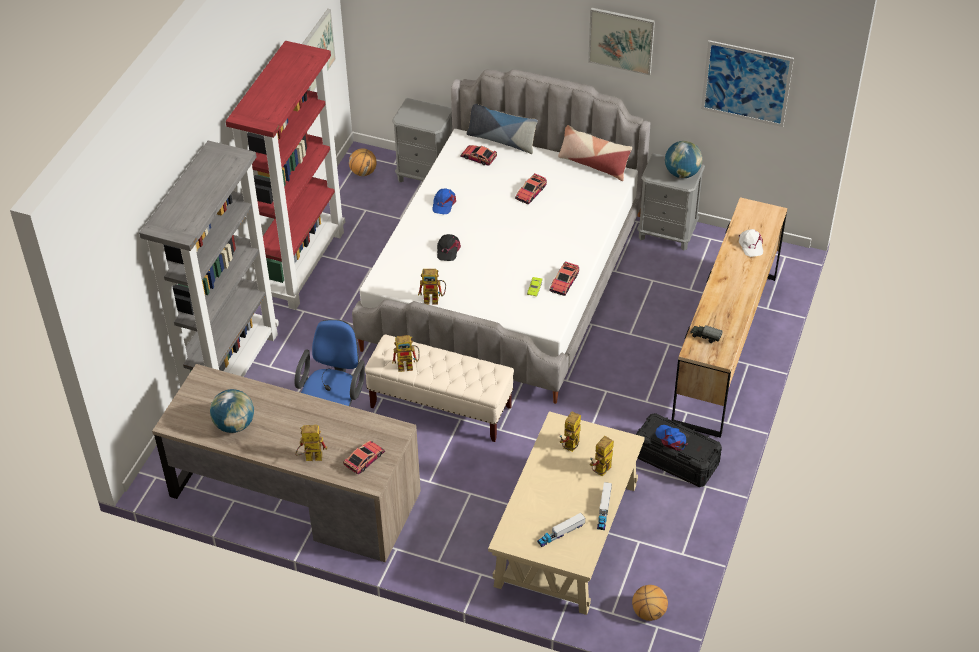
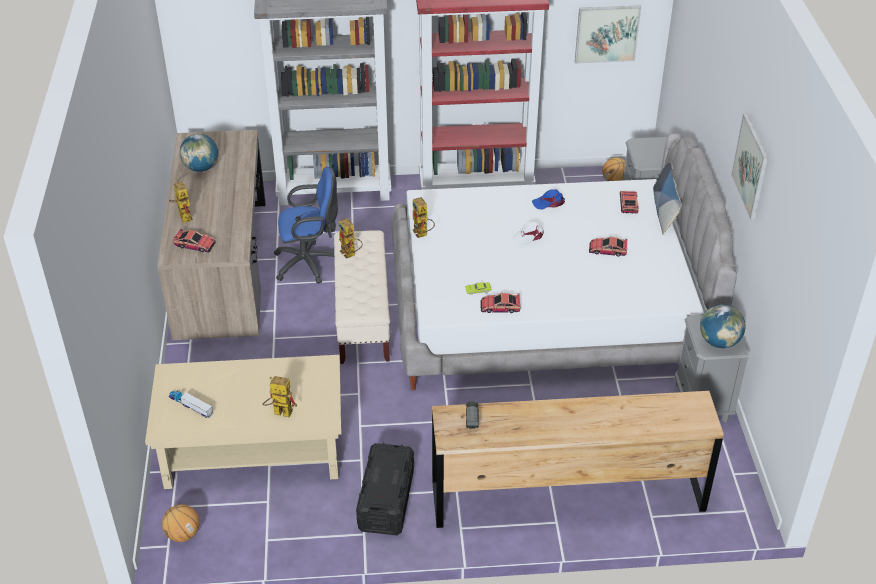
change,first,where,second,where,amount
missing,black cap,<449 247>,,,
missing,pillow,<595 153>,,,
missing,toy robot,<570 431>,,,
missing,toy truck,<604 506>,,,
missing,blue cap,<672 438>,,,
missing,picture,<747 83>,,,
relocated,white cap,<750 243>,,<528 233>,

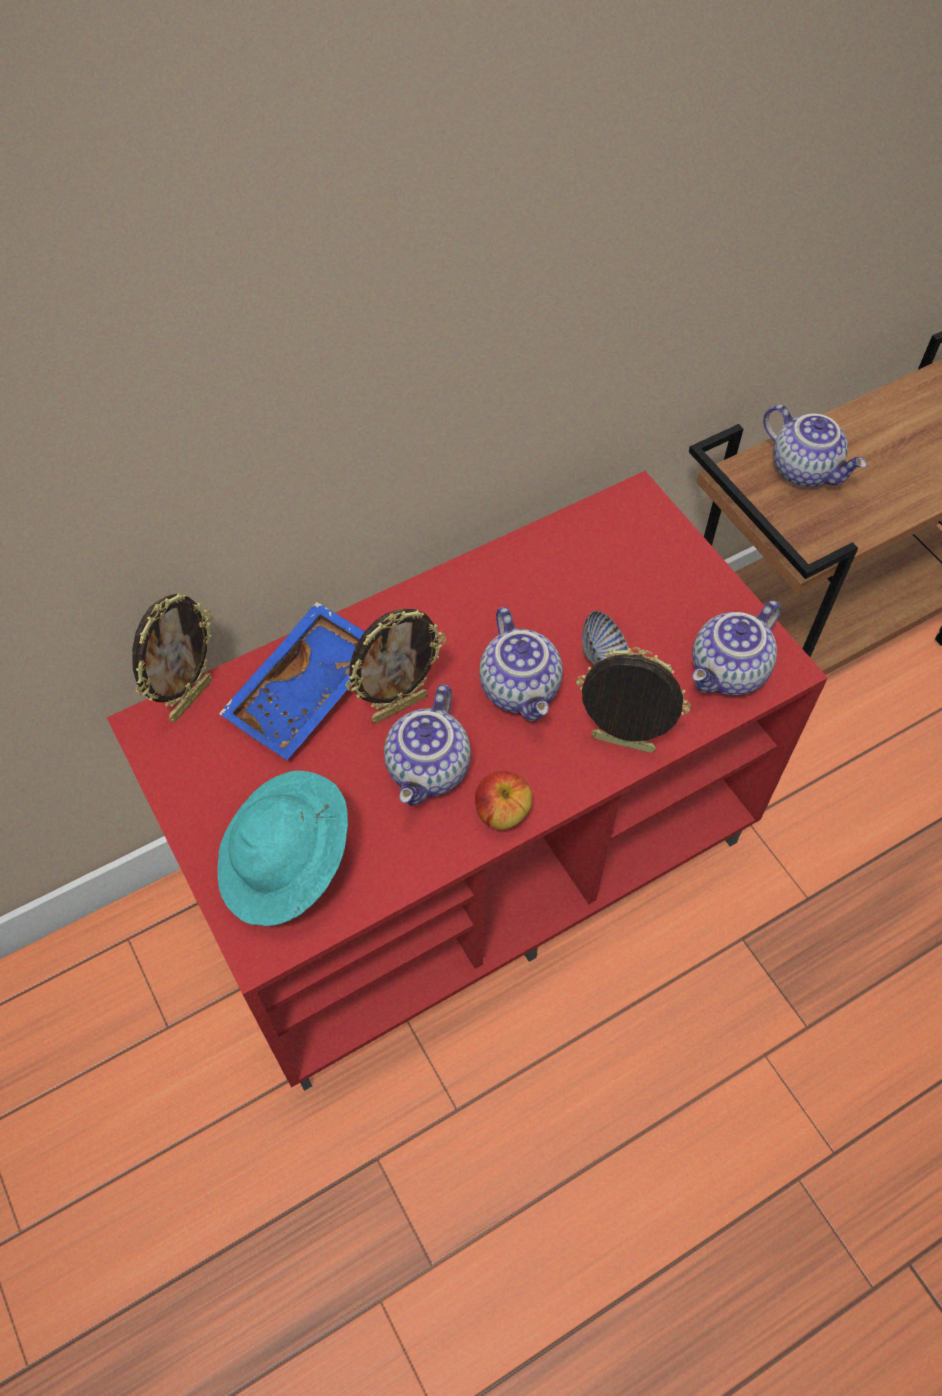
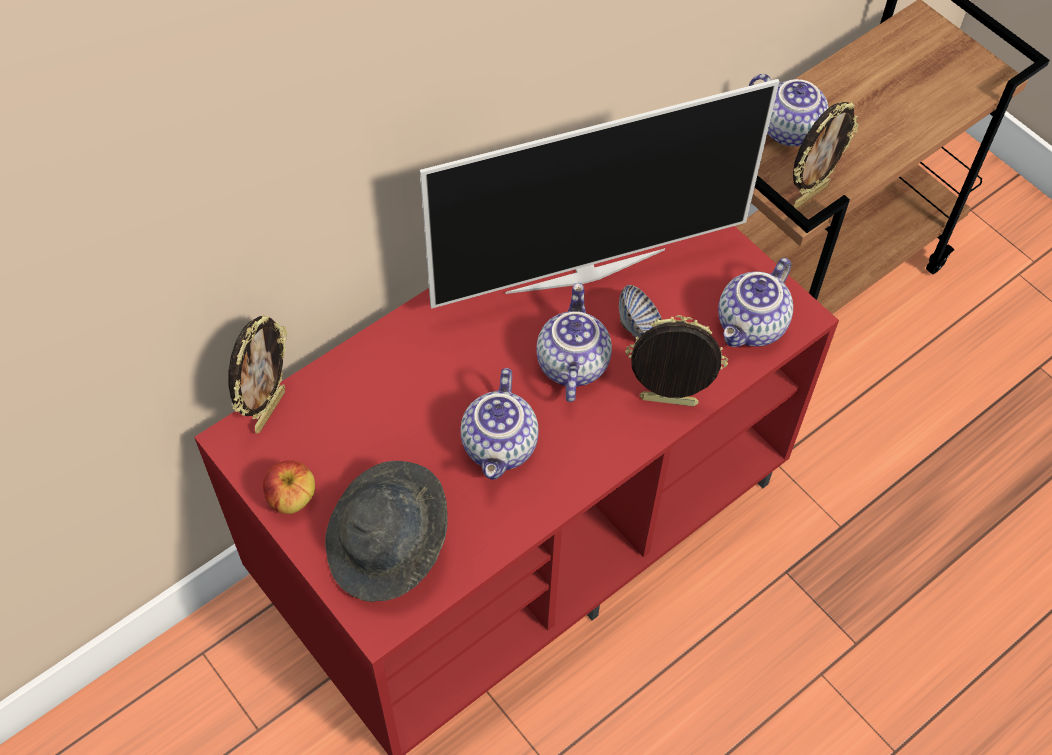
change,first,where,second,where,amount
missing,blue tray,<292 681>,,,
appeared,,,television,<600 194>,
relocated,picture frame,<396 666>,,<826 155>,
relocated,apple,<503 800>,,<289 487>,
colour,turquoise hat,<283 848>,grey hat,<386 531>,
spun,teapot,<521 664>,,<574 342>,150 degrees counterclockwise

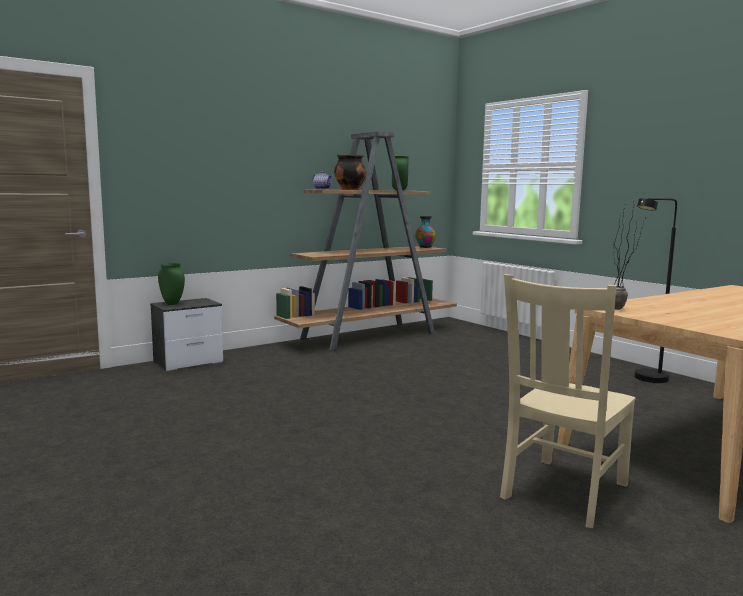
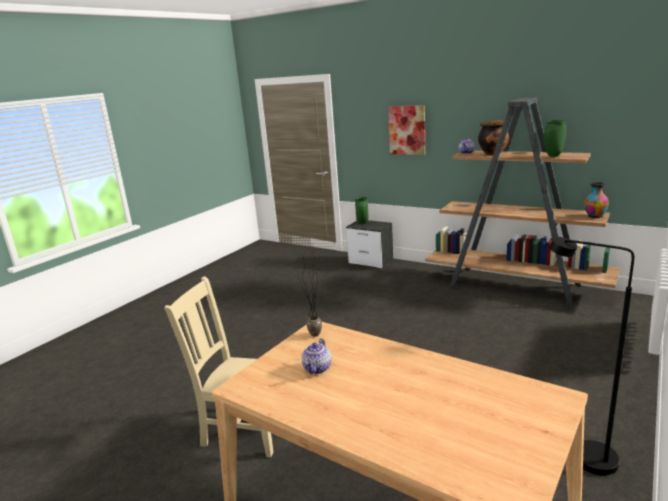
change,first,where,second,where,amount
appeared,,,teapot,<316 356>,
appeared,,,picture,<406 130>,

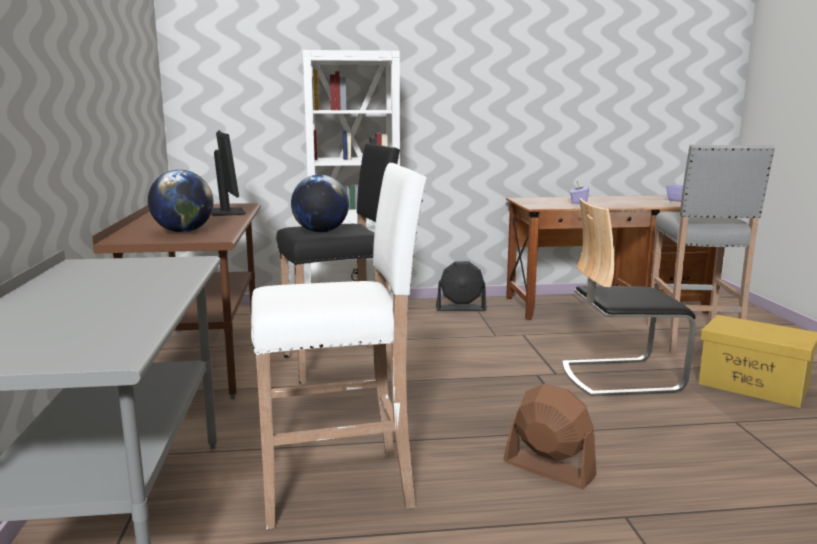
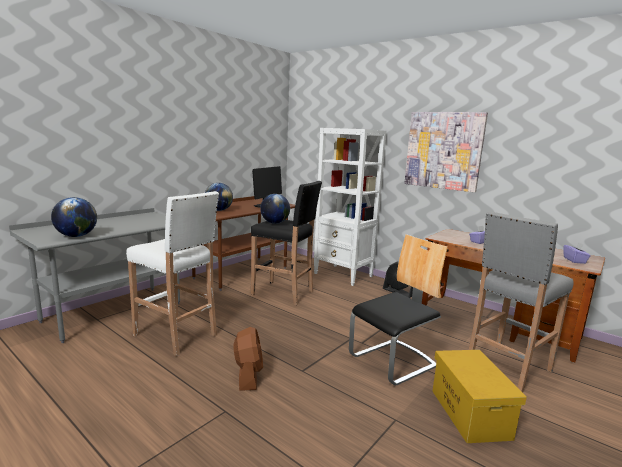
change,first,where,second,where,amount
appeared,,,globe,<74 217>,
appeared,,,picture,<446 152>,
spun,chair,<629 297>,,<398 309>,105 degrees clockwise

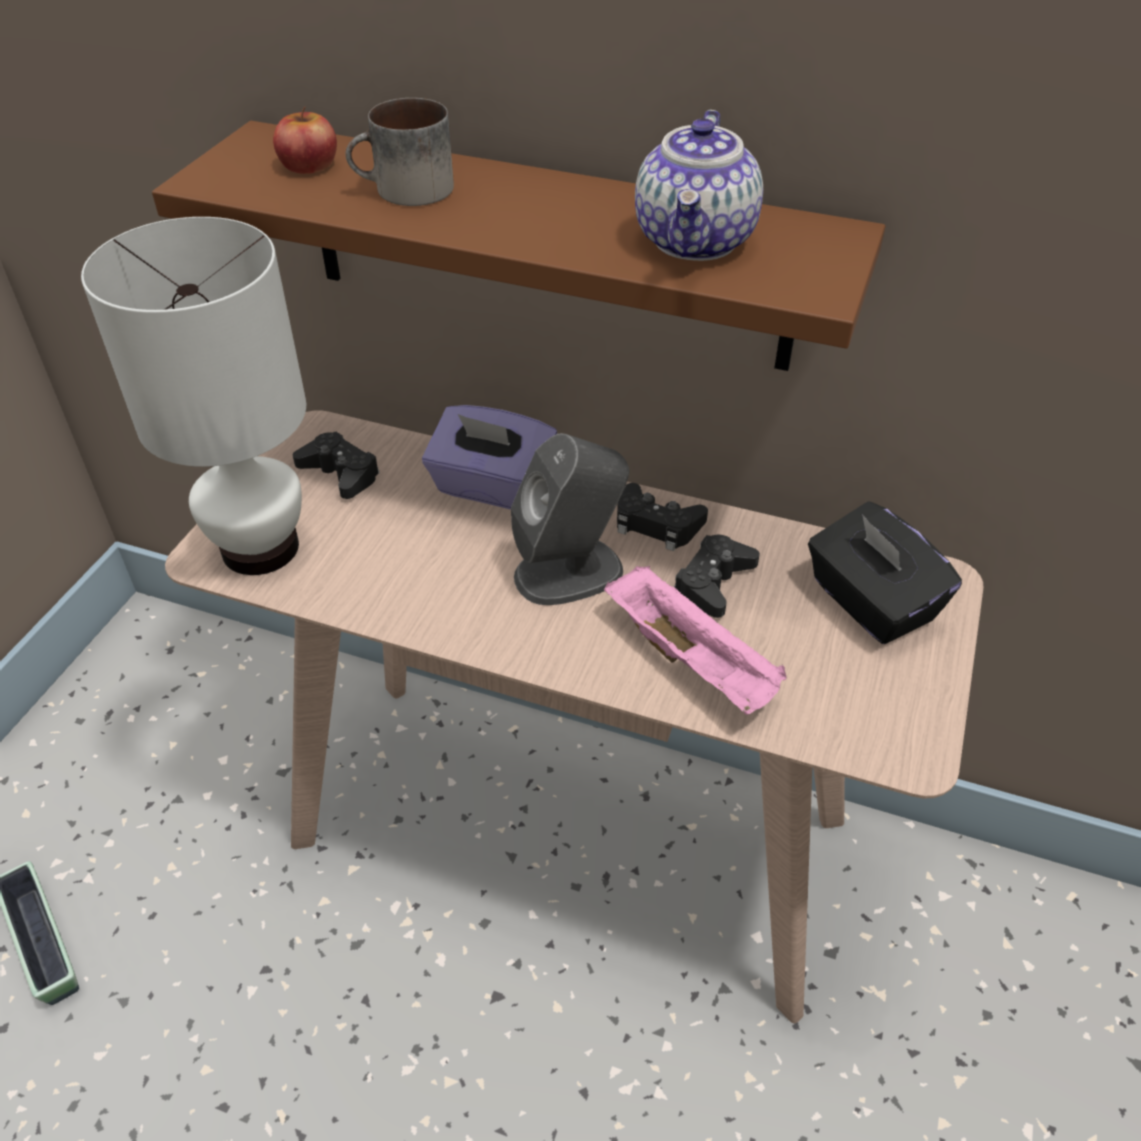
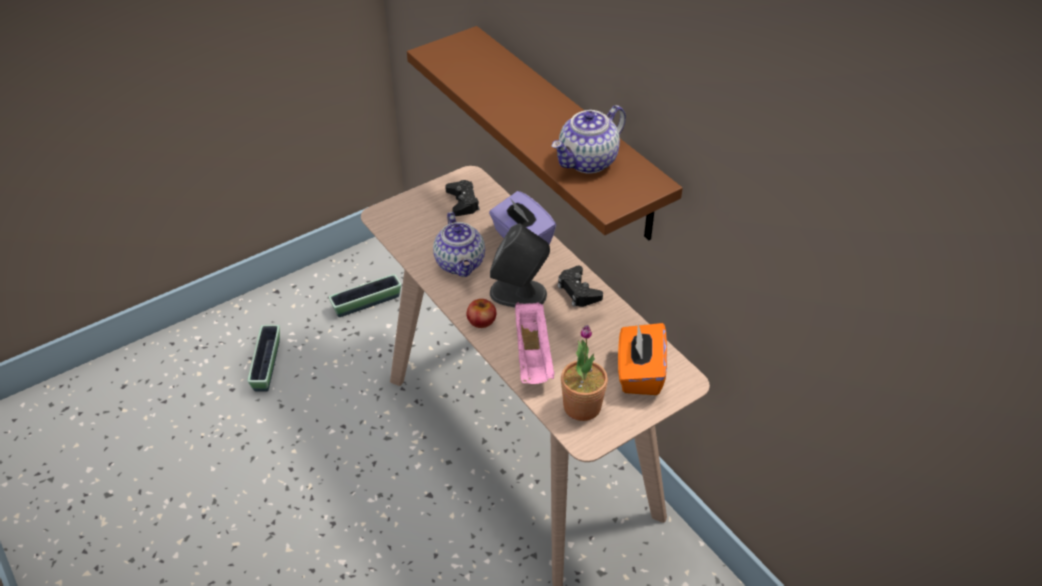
change,first,where,second,where,amount
missing,white table lamp,<193 396>,,,
missing,mug,<400 152>,,,
missing,black game controller,<717 576>,,,
appeared,,,planter,<365 295>,
appeared,,,teapot,<459 244>,
appeared,,,potted plant,<584 373>,
relocated,apple,<305 140>,,<481 313>,
colour,black tissue box,<885 572>,orange tissue box,<642 359>,

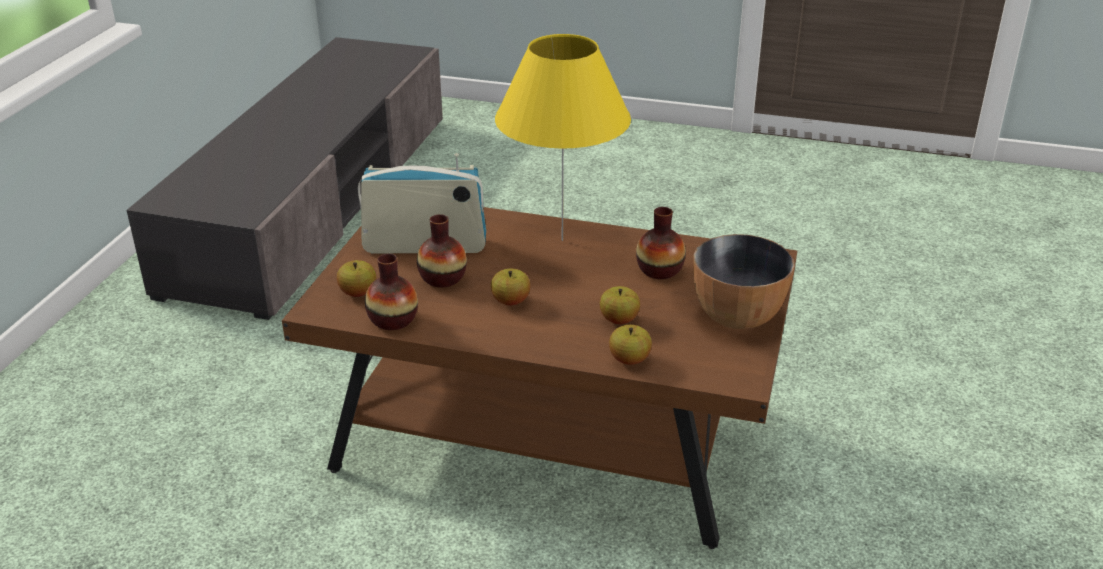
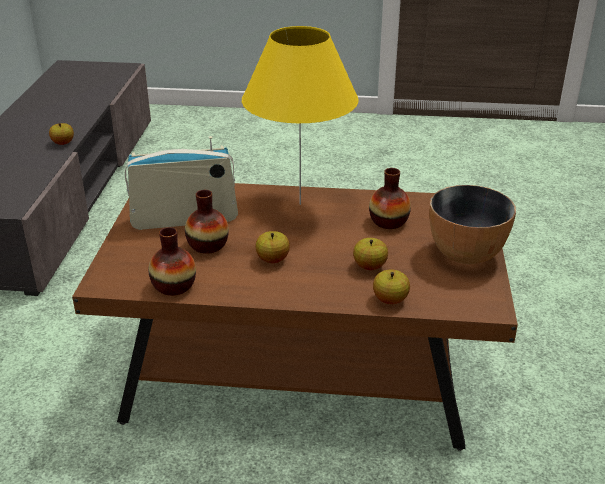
change,first,where,second,where,amount
relocated,apple,<356 278>,,<61 134>,

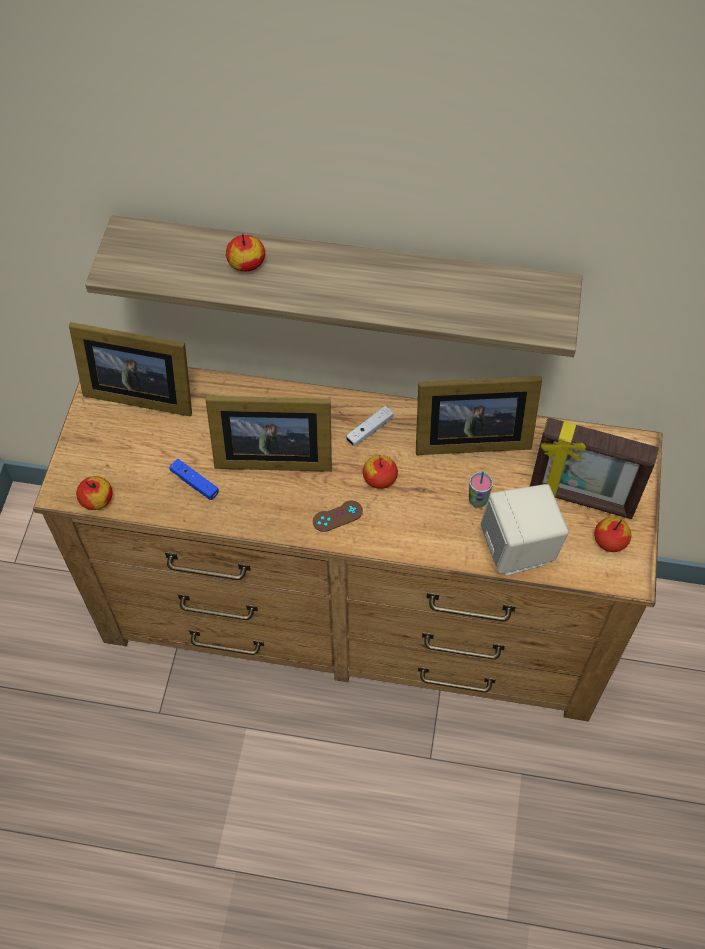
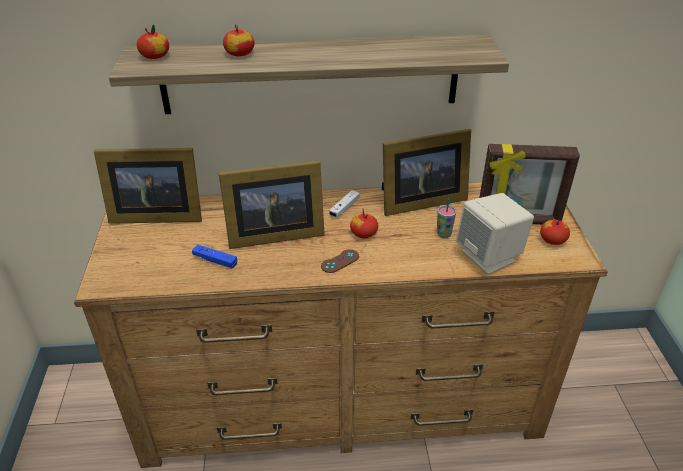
change,first,where,second,where,amount
relocated,apple,<94 493>,,<153 42>,

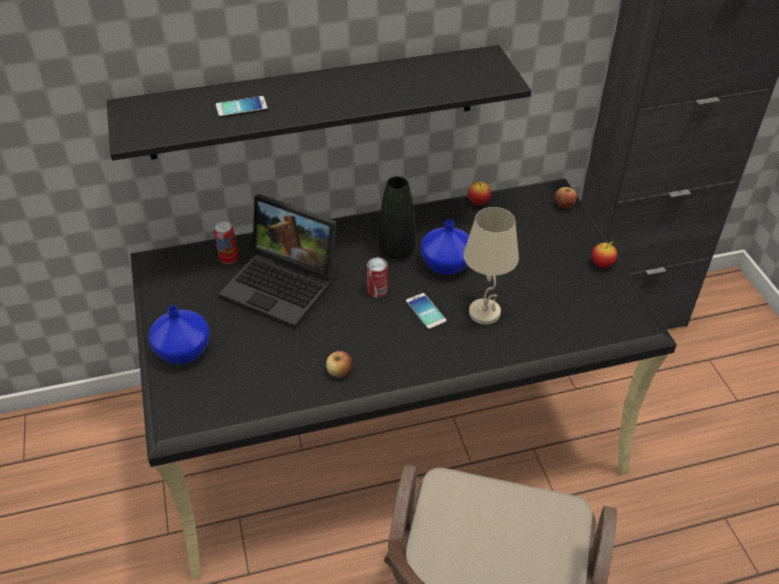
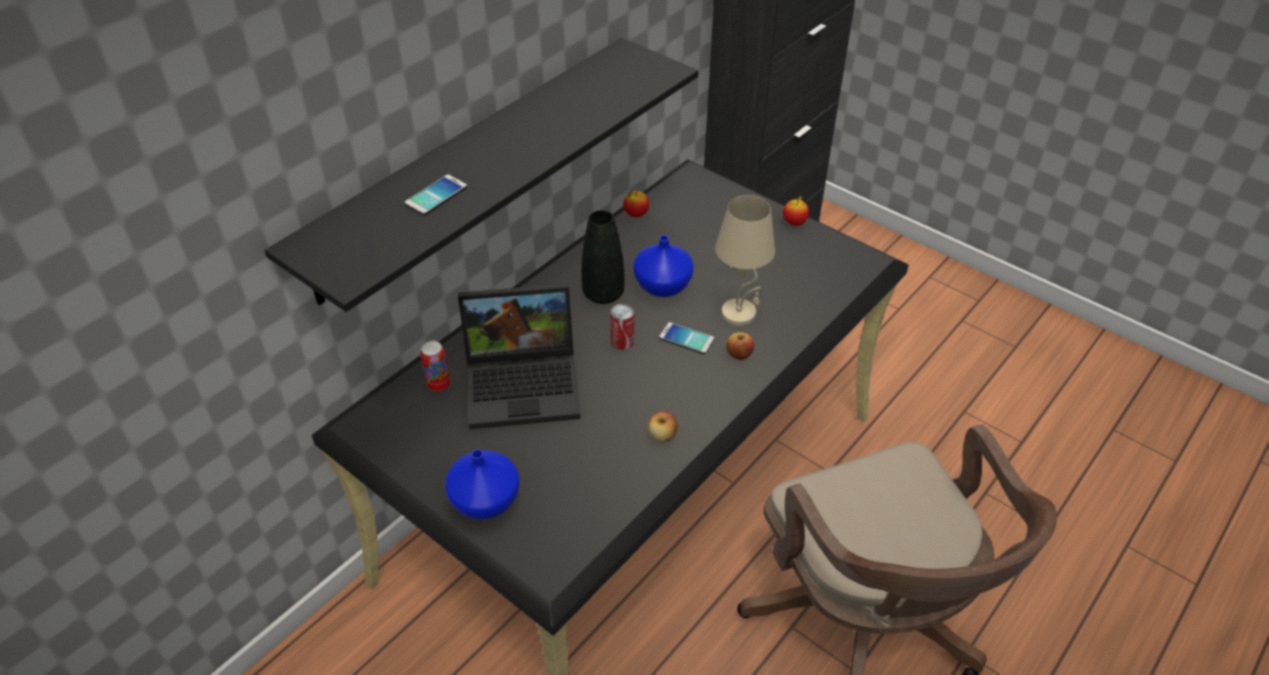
change,first,where,second,where,amount
relocated,apple,<566 197>,,<740 346>,

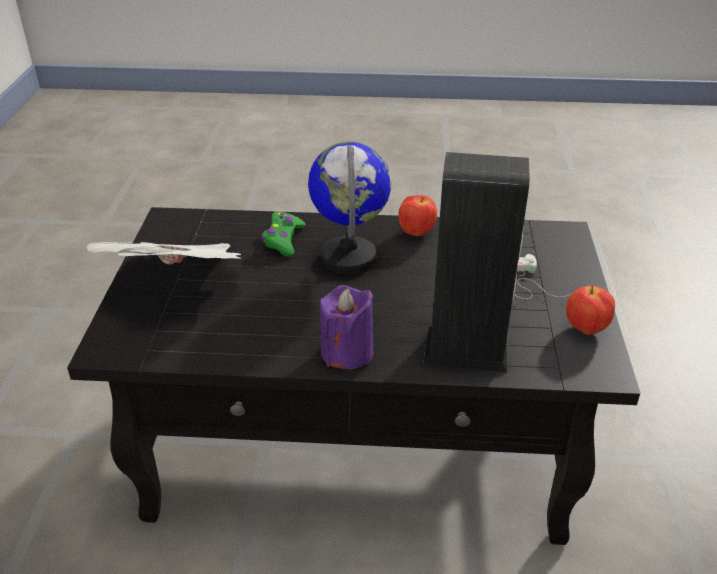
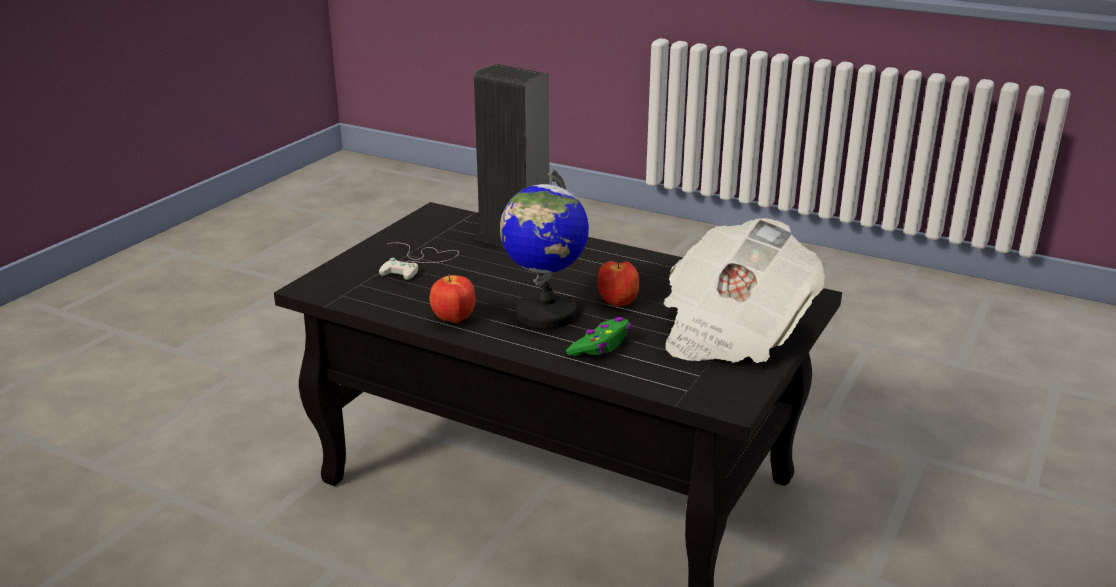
change,first,where,second,where,amount
missing,purple candle,<347 327>,,,
relocated,apple,<590 310>,,<618 284>,

